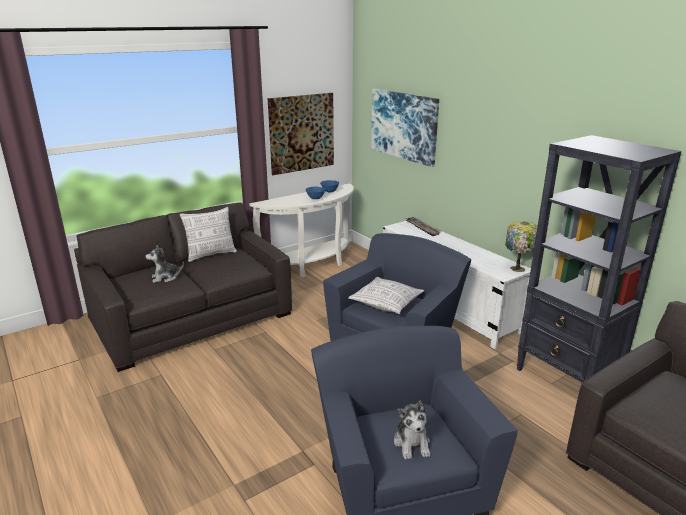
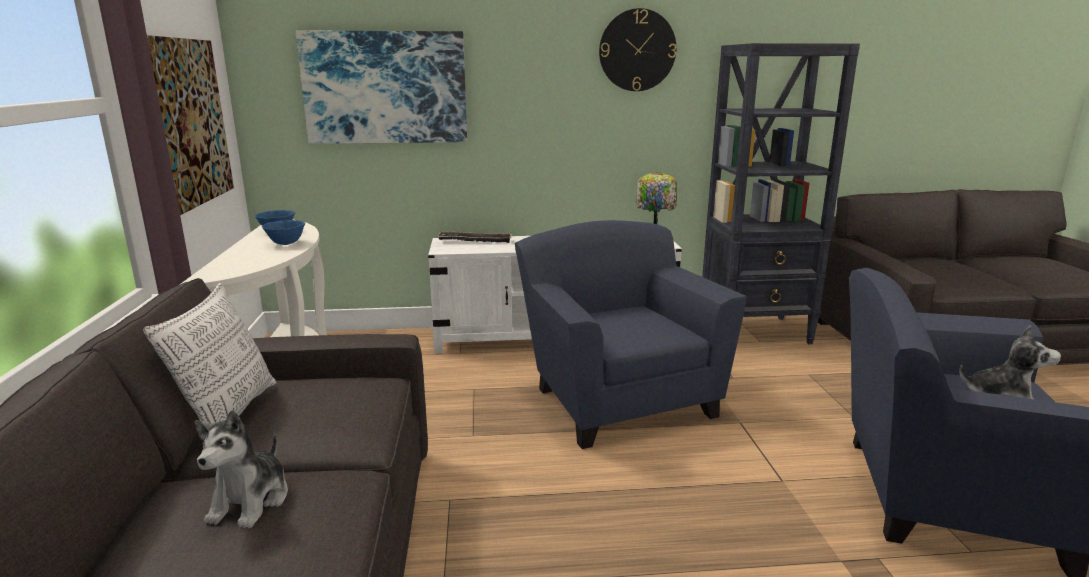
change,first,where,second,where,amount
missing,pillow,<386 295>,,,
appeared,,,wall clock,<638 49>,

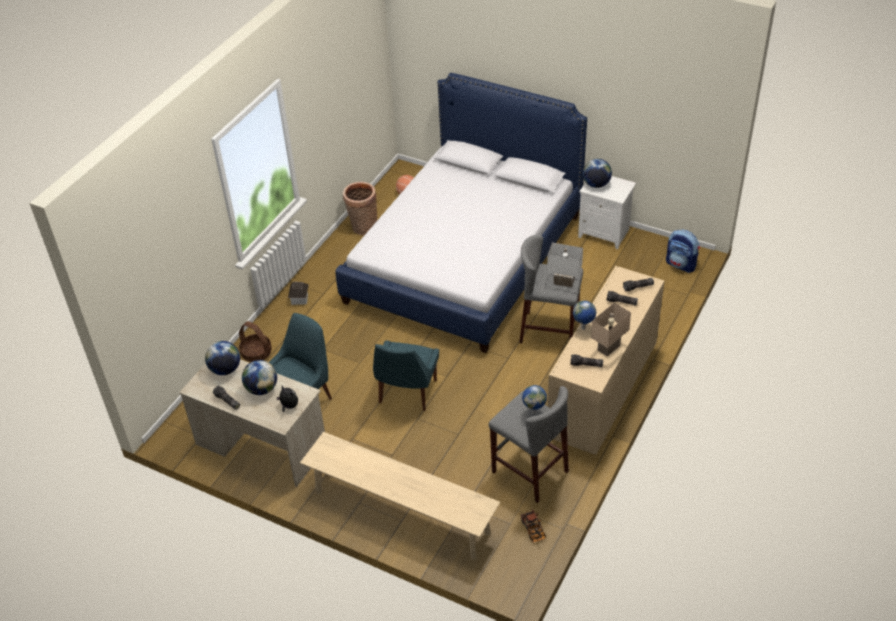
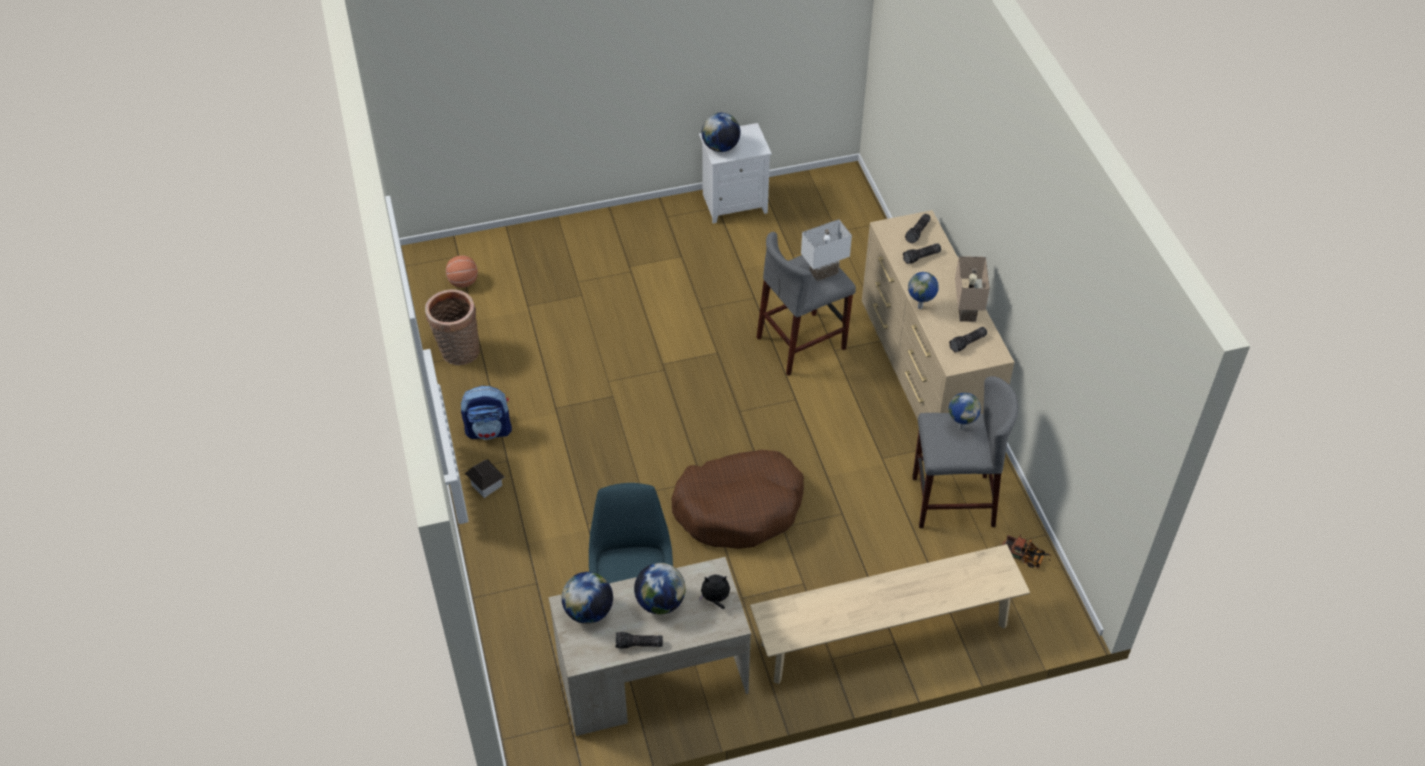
change,first,where,second,where,amount
missing,basket,<255 341>,,,
missing,bed,<461 213>,,,
relocated,backpack,<683 251>,,<486 413>,
exchanged,blue chair,<406 376>,brown dog bed,<737 499>,

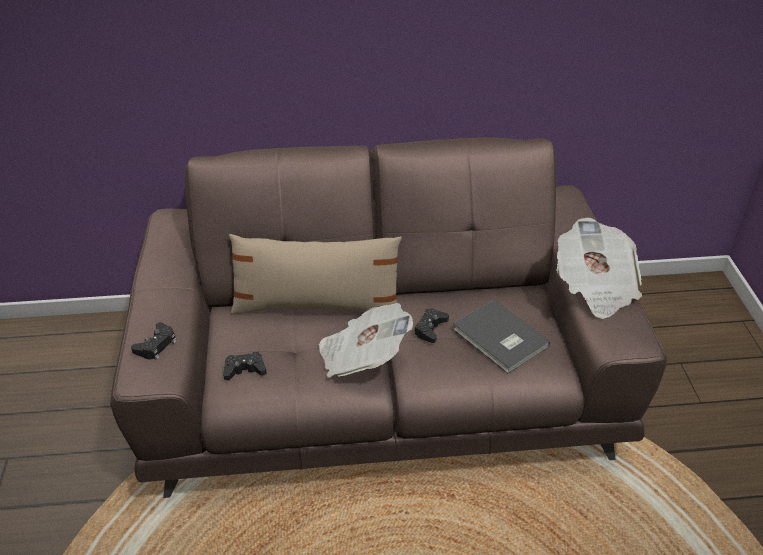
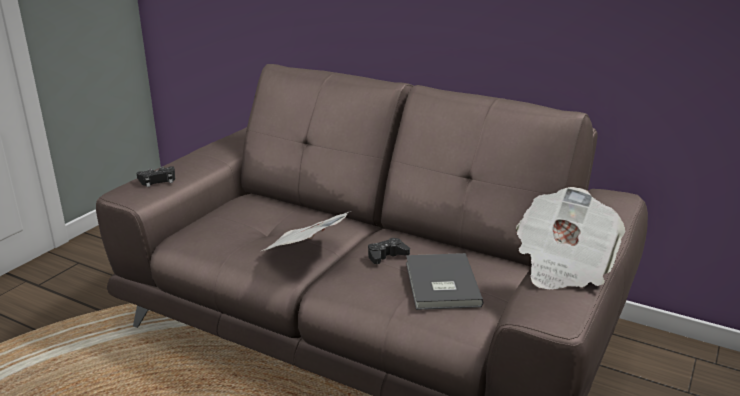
change,first,where,second,where,amount
missing,black game controller,<245 366>,,,
missing,beige pillow,<315 274>,,,

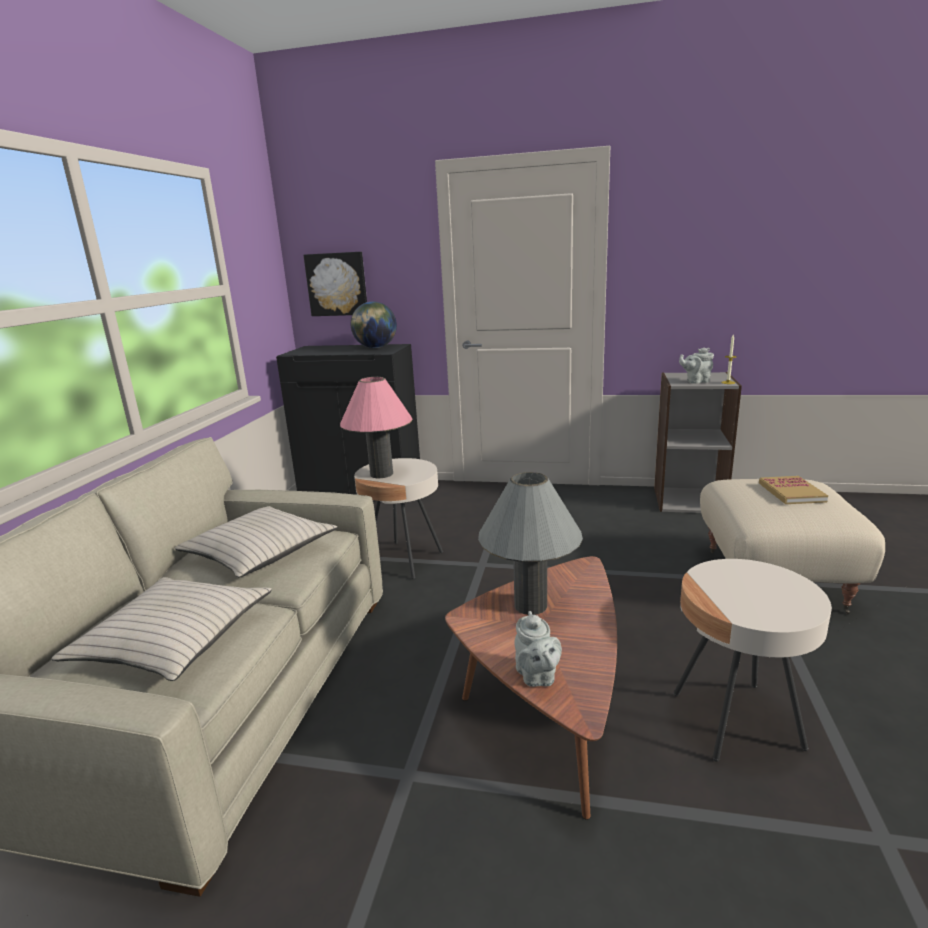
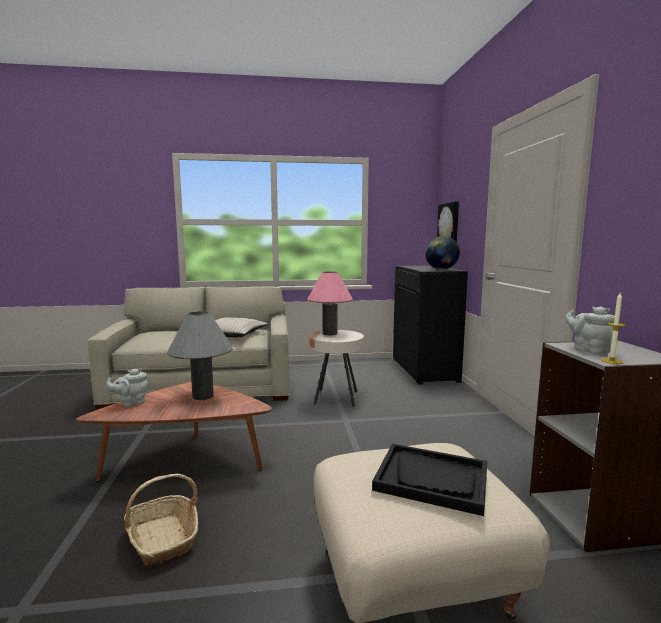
change,first,where,second,where,amount
missing,beige pillow,<161 629>,,,
exchanged,beige side table,<752 660>,basket,<161 520>,
exchanged,book,<793 490>,black tray,<429 480>,

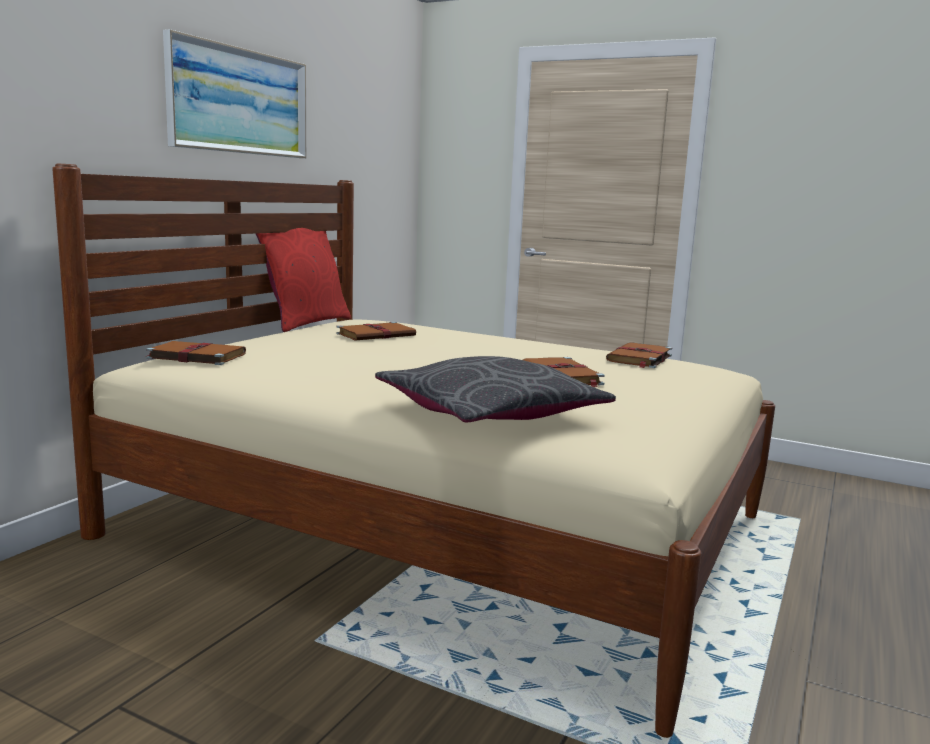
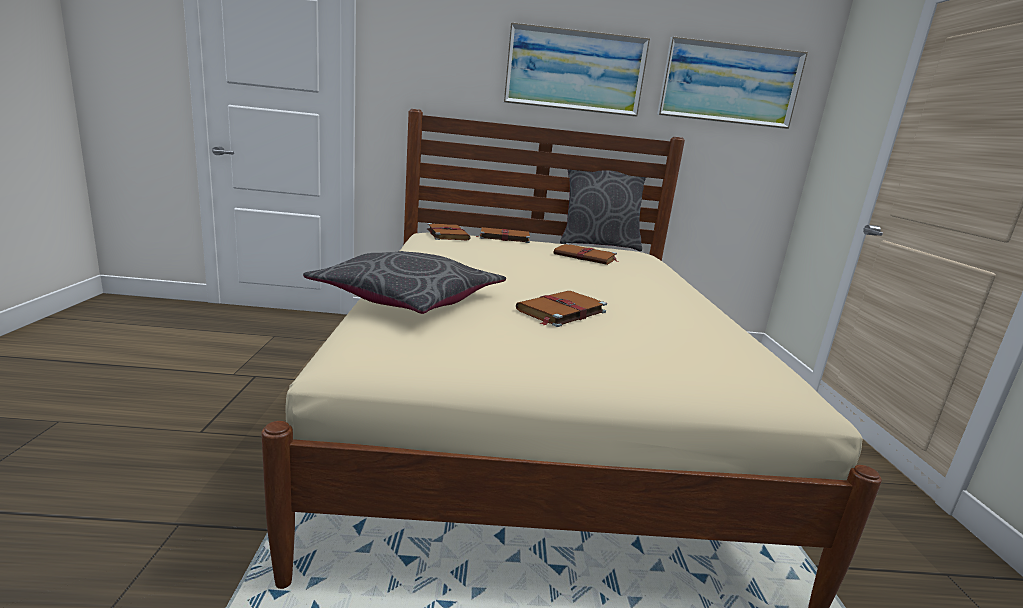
change,first,where,second,where,amount
appeared,,,picture,<732 82>,
relocated,brown book,<639 355>,,<503 235>,
colour,red pillow,<303 280>,grey pillow,<603 210>,

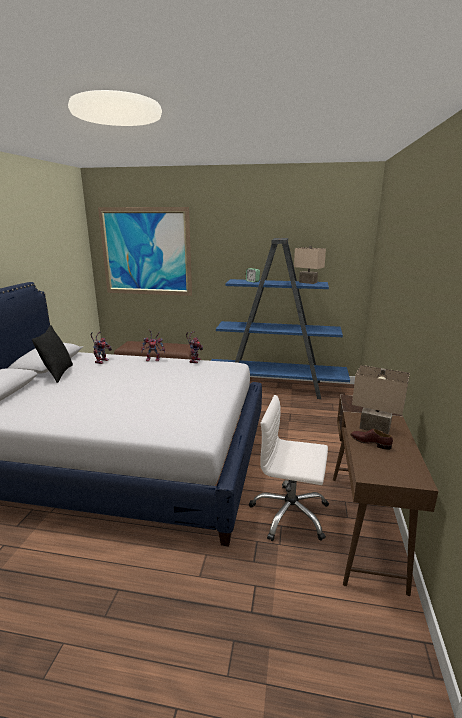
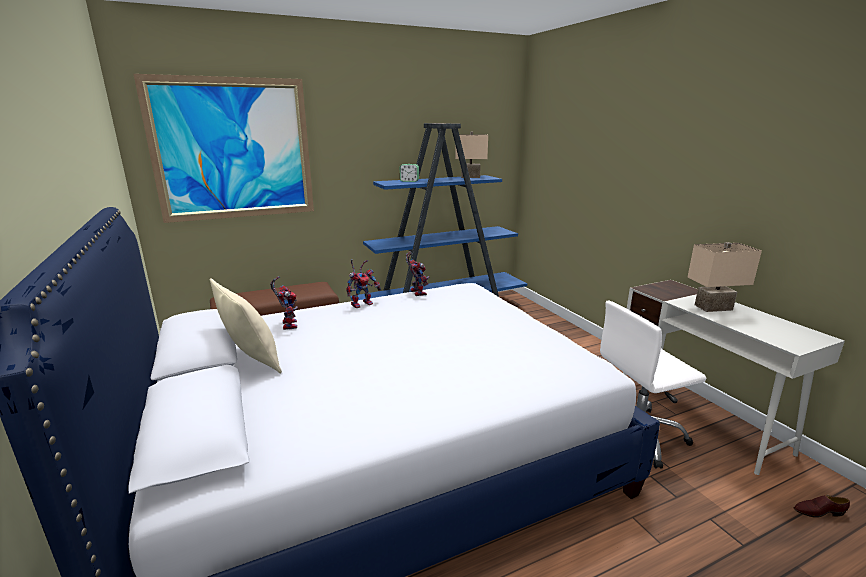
change,first,where,second,where,amount
relocated,brown shoe,<371 439>,,<821 506>,
colour,black pillow,<52 354>,beige pillow,<246 326>,
colour,brown desk,<385 495>,white desk,<734 377>,

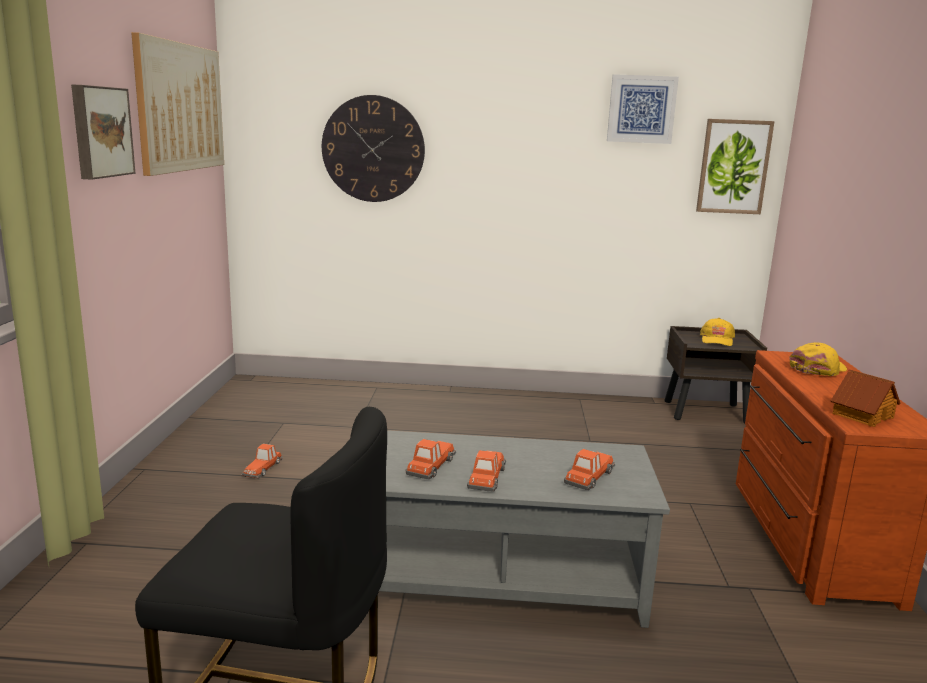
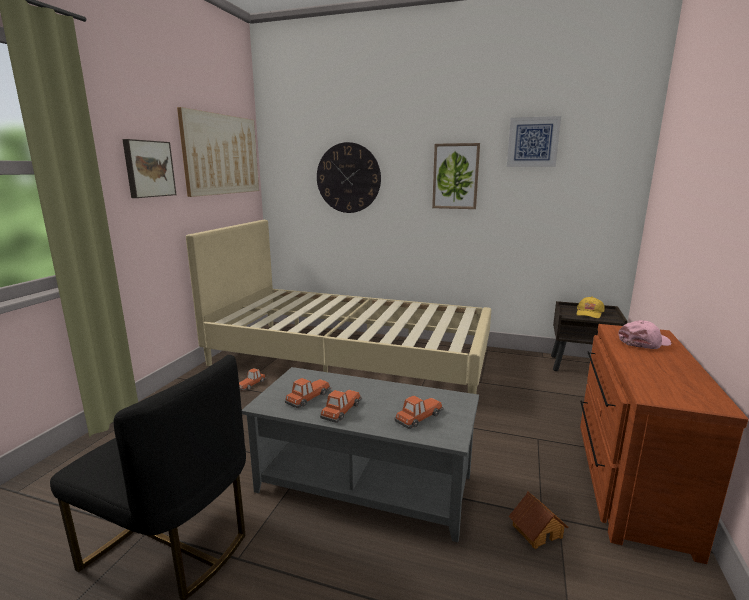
change,first,where,second,where,amount
appeared,,,beige bed,<338 307>,
relocated,picture,<735 166>,,<456 176>,
relocated,toy house,<865 398>,,<538 520>,
colour,yellow cap,<818 359>,pink cap,<644 334>,

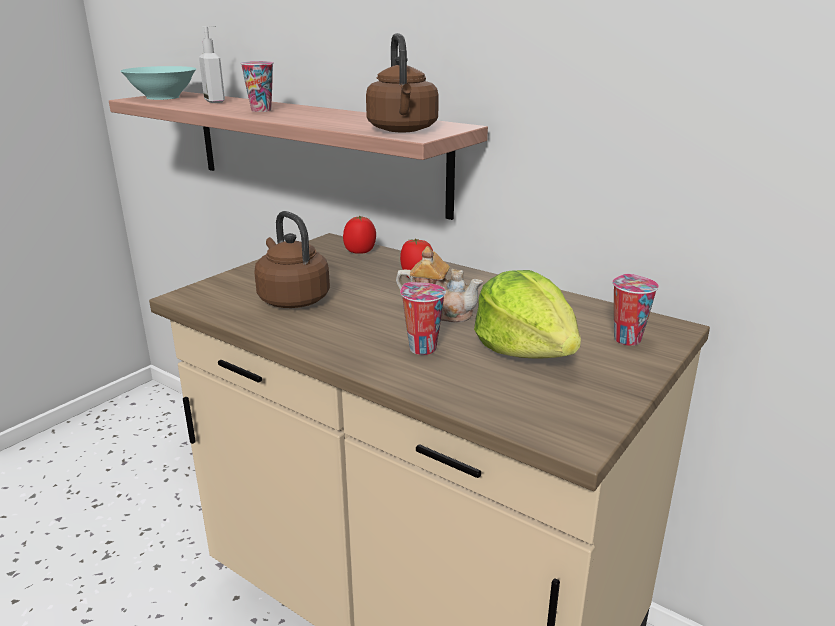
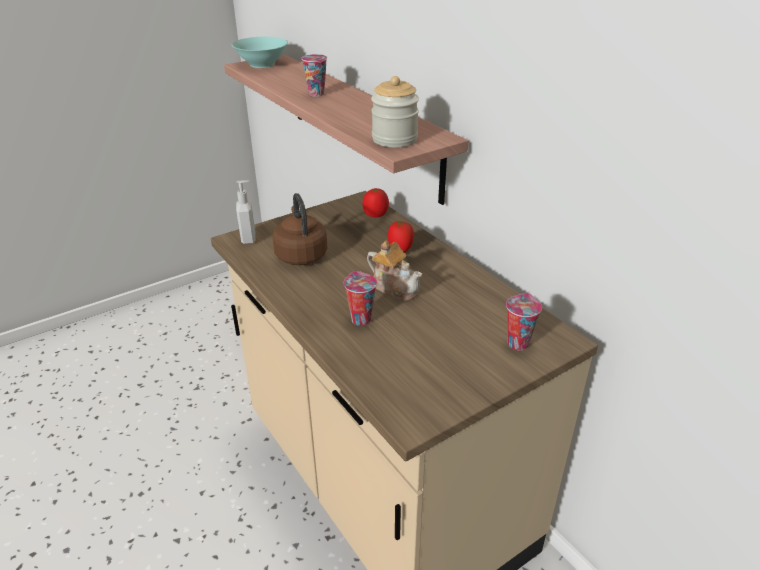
change,first,where,second,where,amount
missing,lettuce,<527 314>,,,
relocated,soap dispenser,<212 64>,,<246 212>,
exchanged,brown kettle,<402 82>,jar,<395 112>,

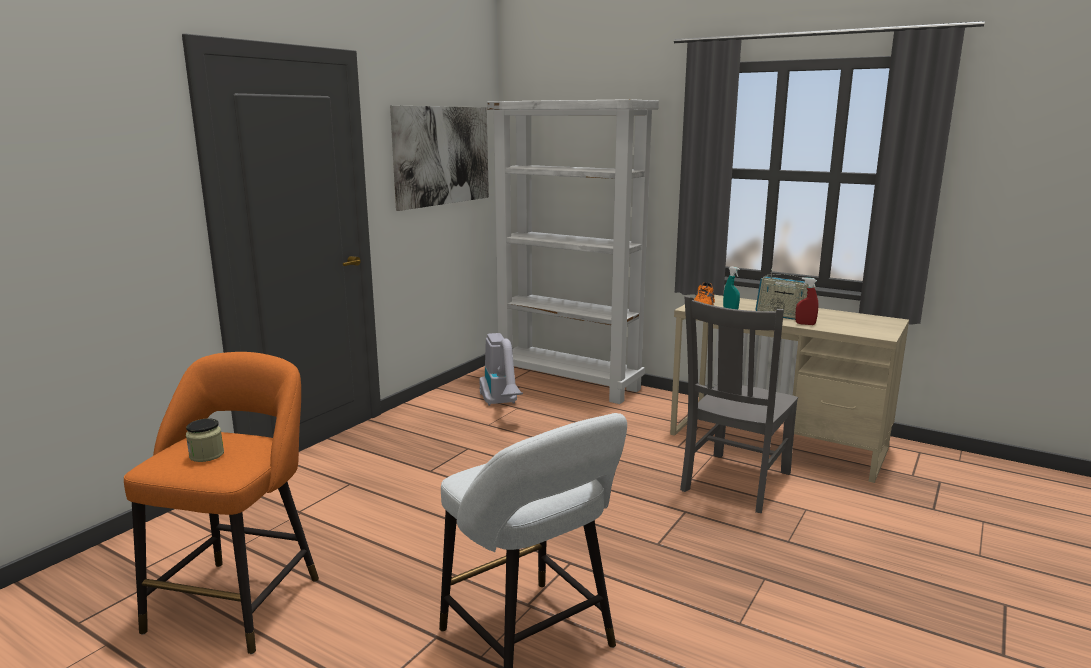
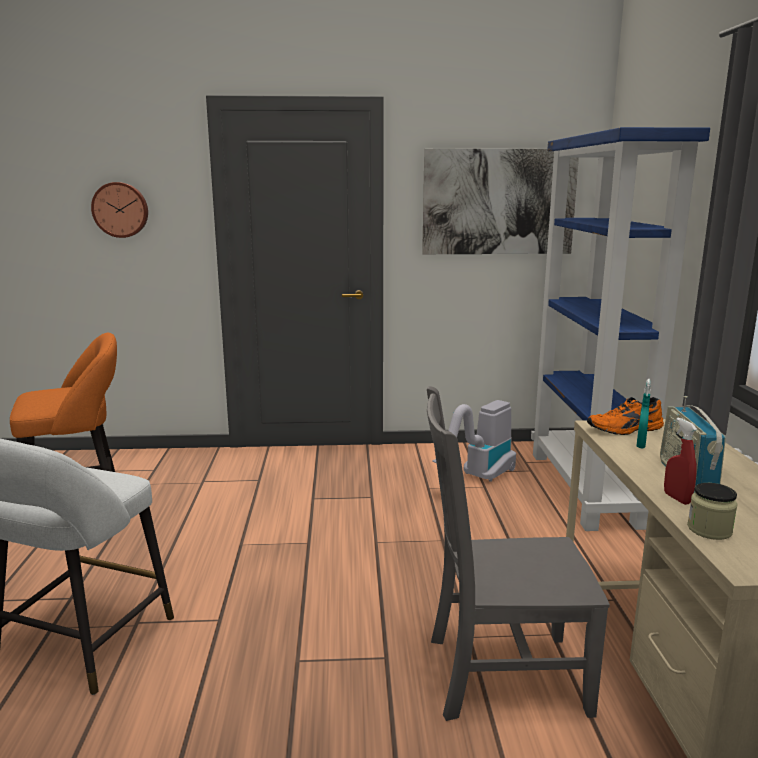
change,first,where,second,where,amount
appeared,,,wall clock,<119 210>,
relocated,jar,<205 440>,,<712 511>,
colour,white bookcase,<573 251>,blue bookcase,<620 329>,

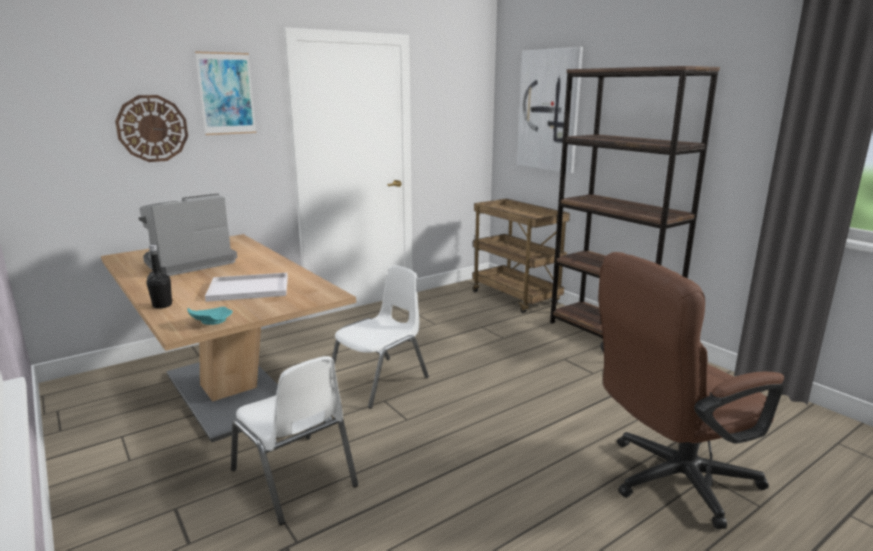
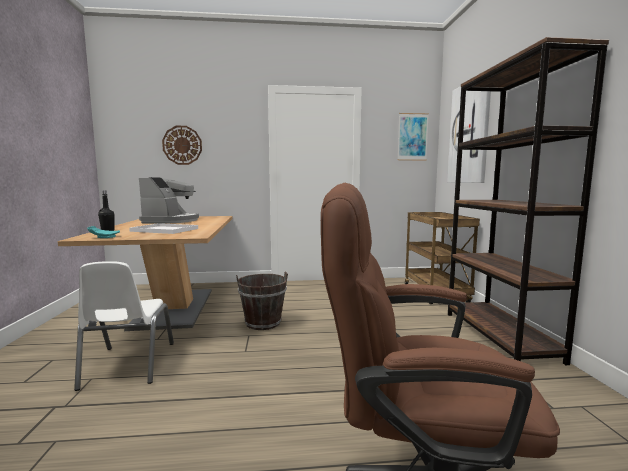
change,first,where,second,where,amount
relocated,picture,<226 93>,,<413 137>,
exchanged,white chair,<380 337>,brown bucket,<262 301>,
spun,coffee machine,<188 234>,,<169 200>,105 degrees clockwise

